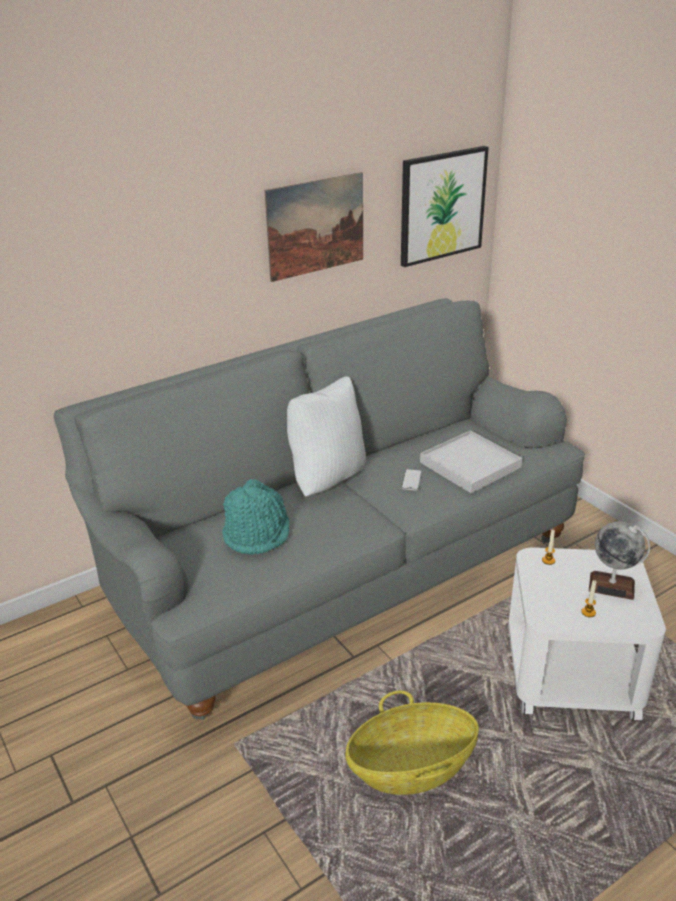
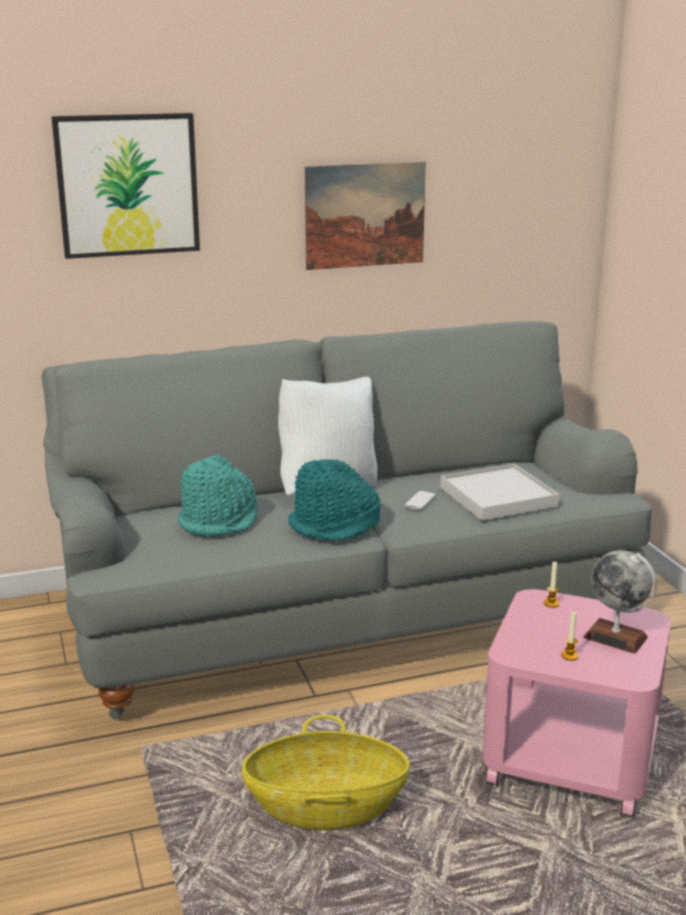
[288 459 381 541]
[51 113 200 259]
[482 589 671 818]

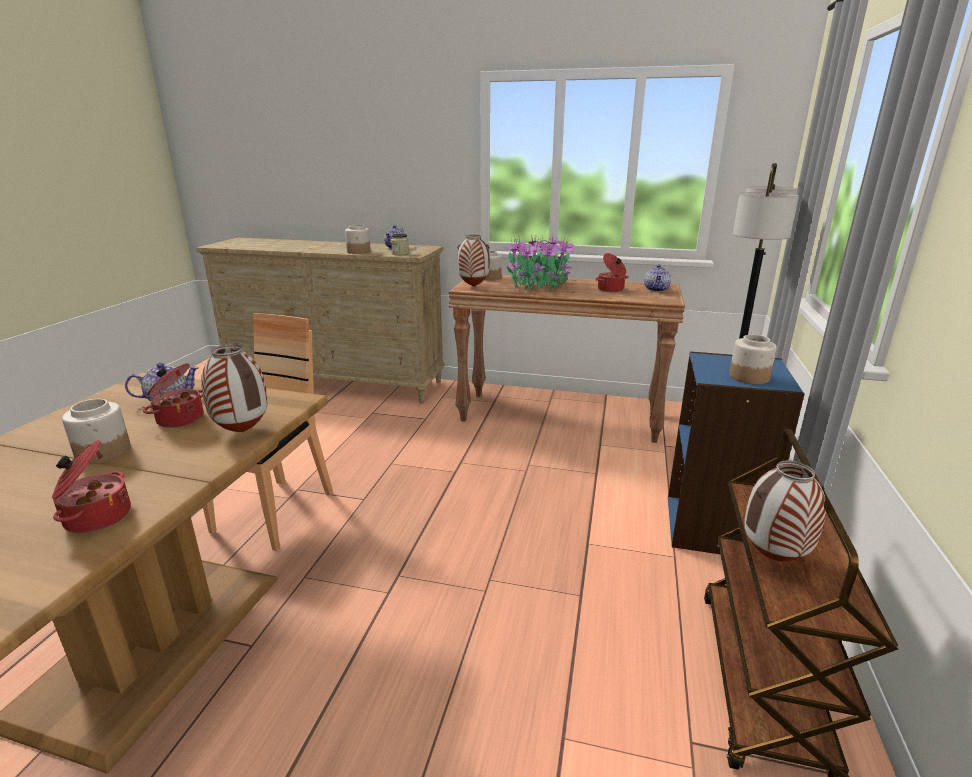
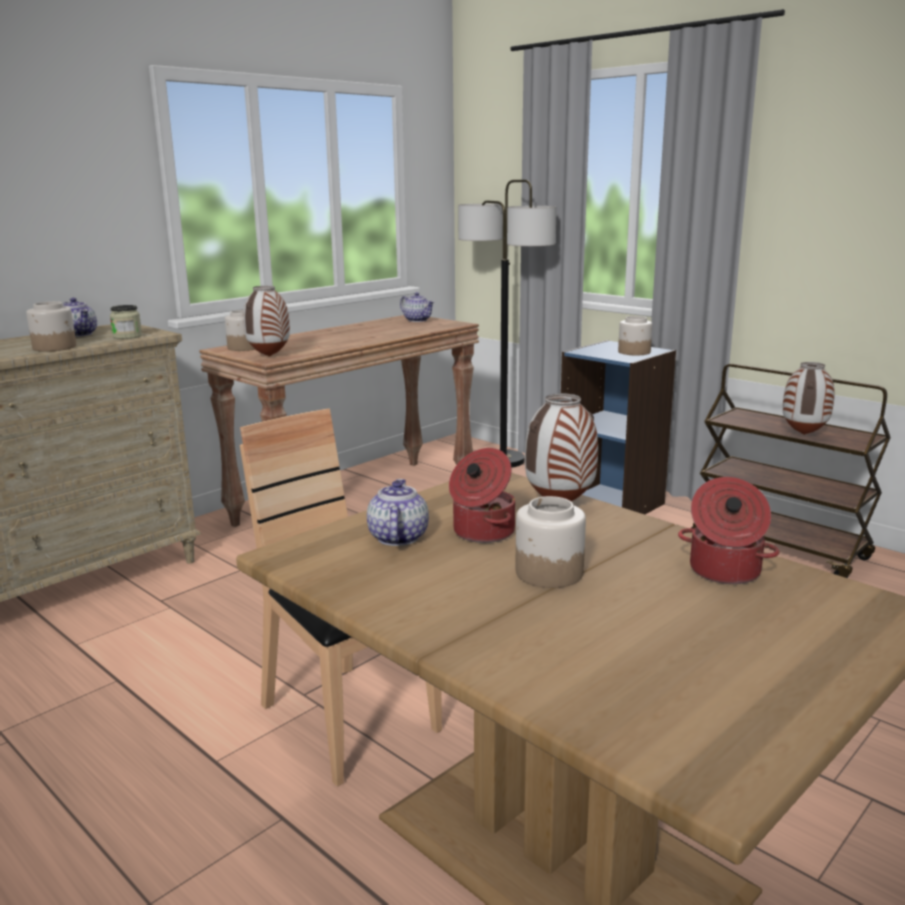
[503 234 575 291] (first image)
[595 253 629 292] (first image)

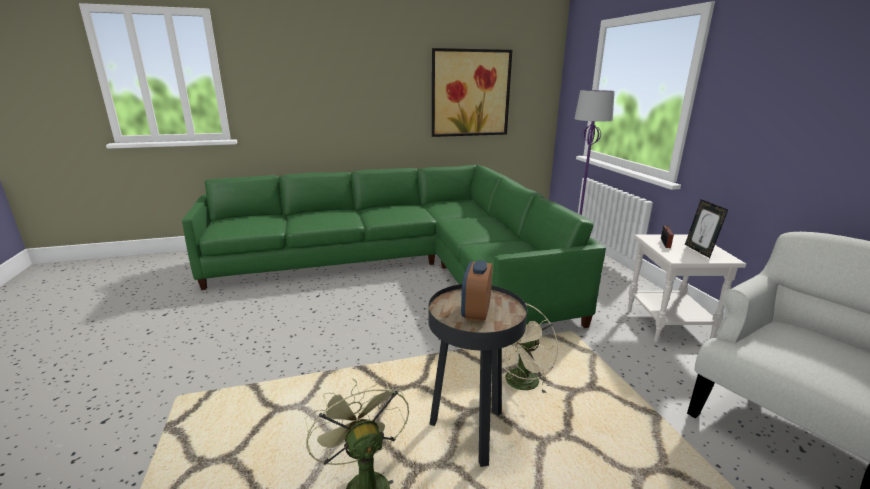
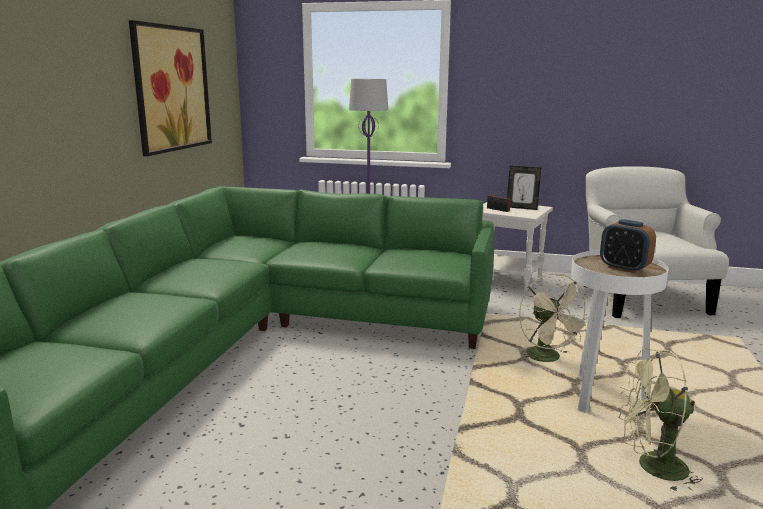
[571 250 669 413]

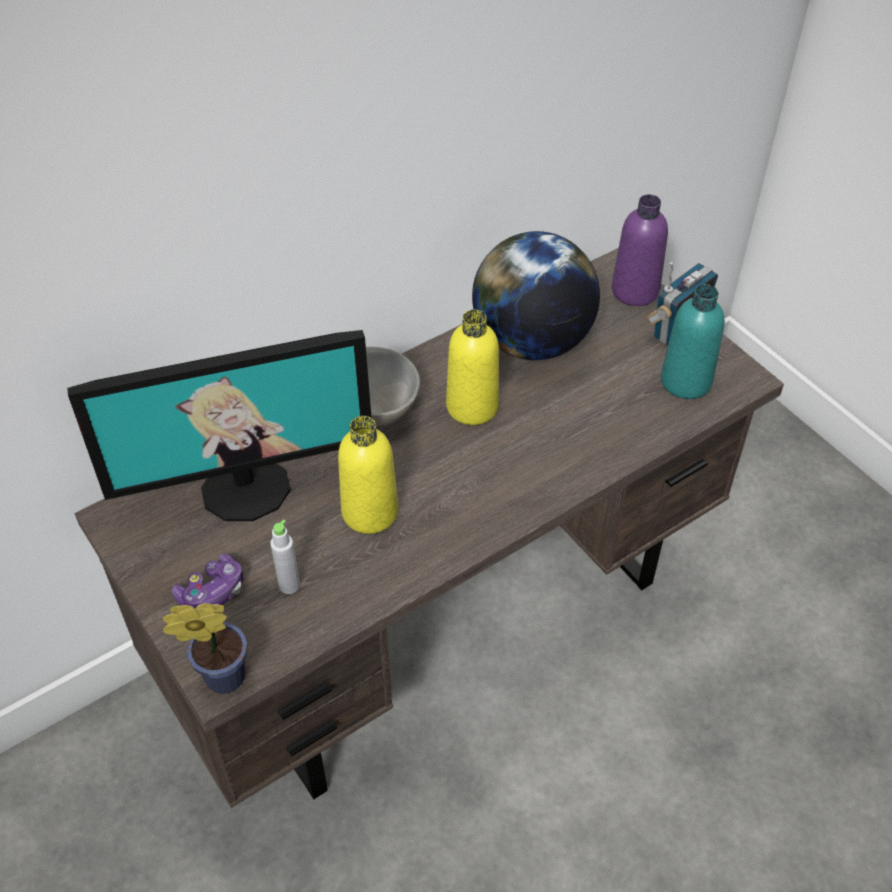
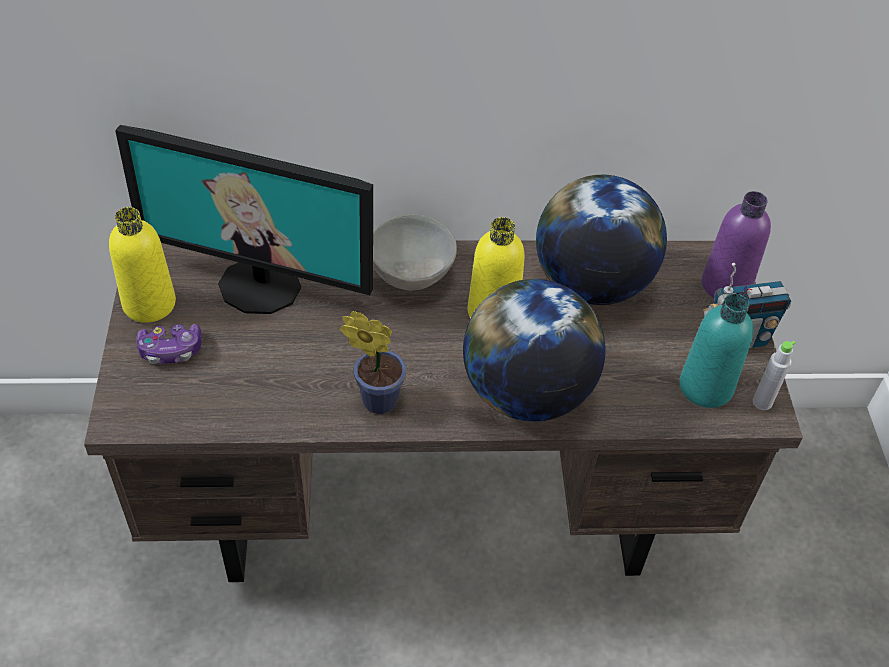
[463 279 606 421]
[340 311 406 414]
[753 341 795 410]
[109 207 176 323]

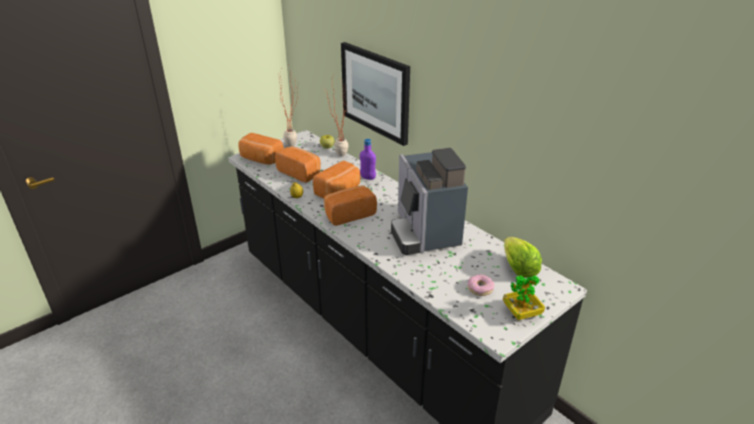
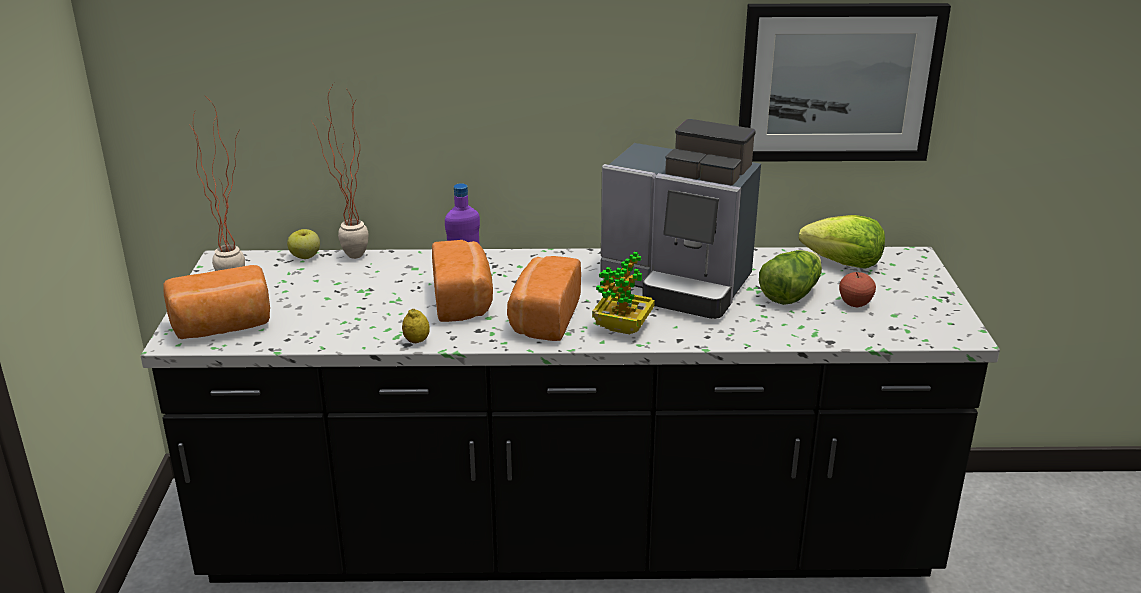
[275 146 321 183] (first image)
[759 250 822 305]
[739 3 951 162]
[592 252 655 334]
[839 272 876 307]

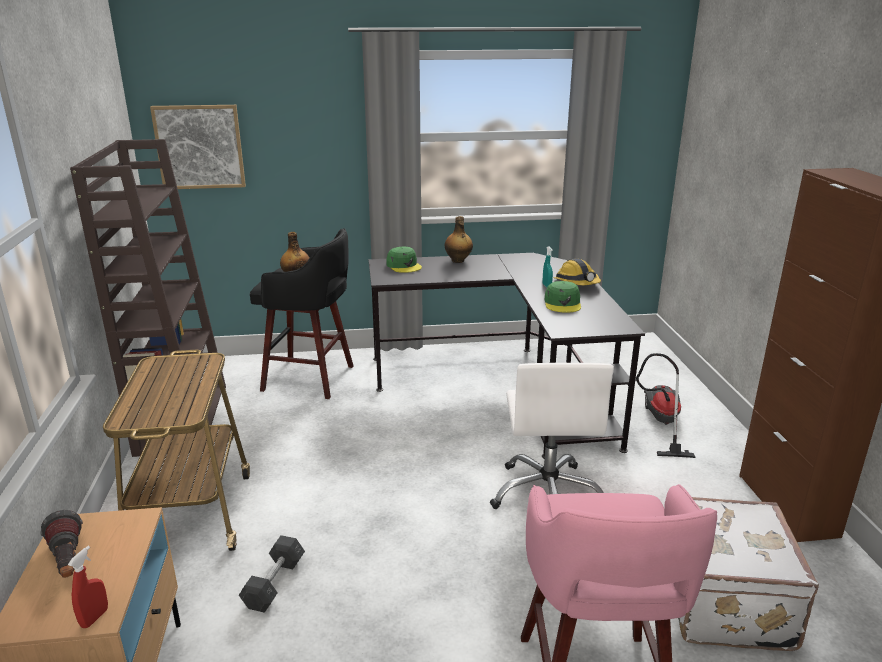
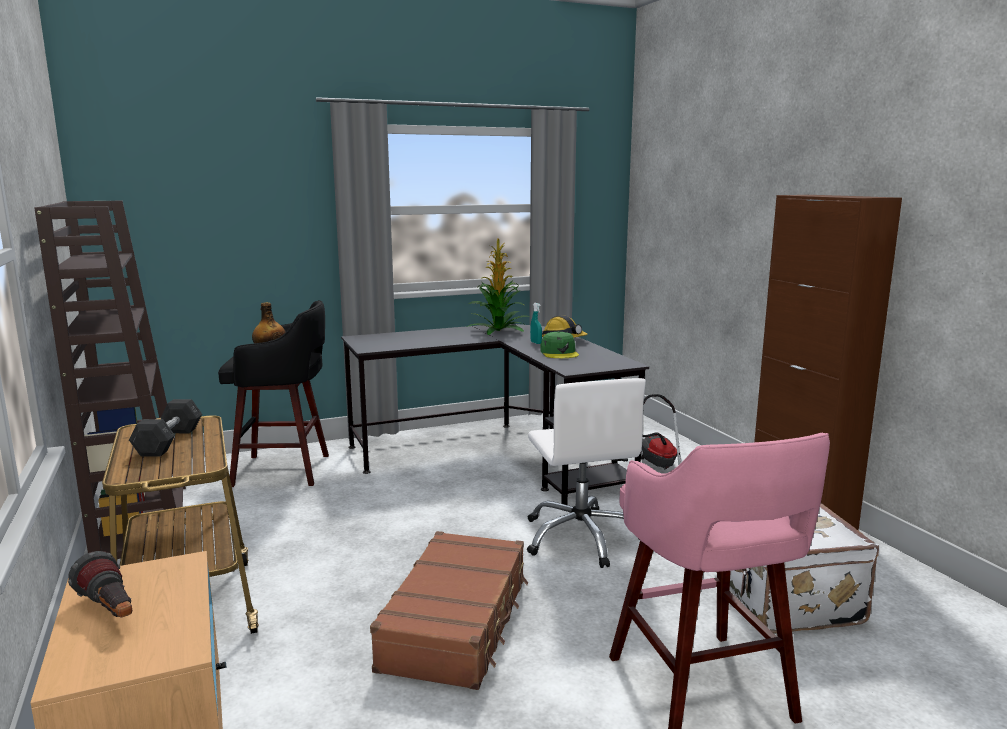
[68 546 108 628] (first image)
[150 105 246 189] (first image)
[386 246 422 273] (first image)
[445 216 473 263] (first image)
[370 531 528 690]
[467 238 531 335]
[129 399 202 457]

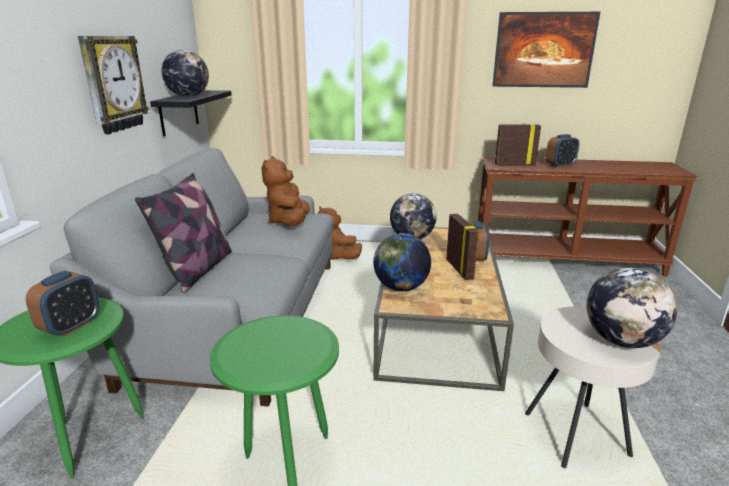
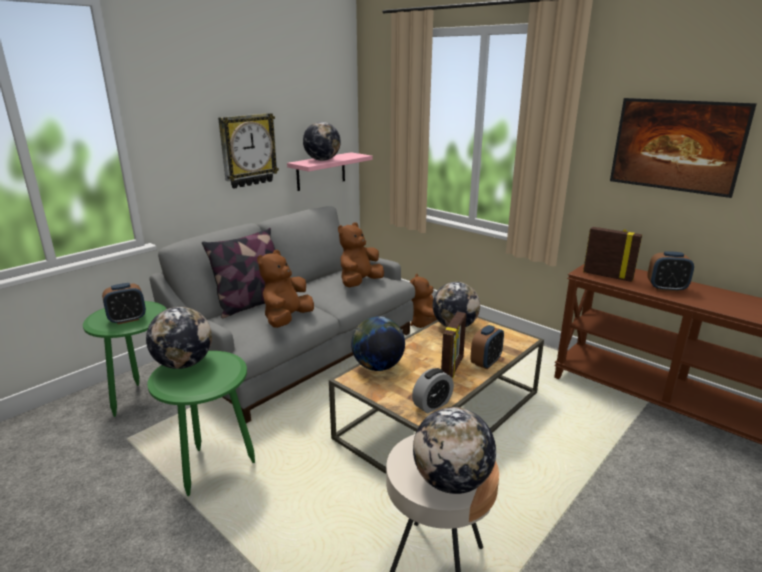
[146 307 212 369]
[257 250 314 328]
[412 368 454 413]
[287 152 372 191]

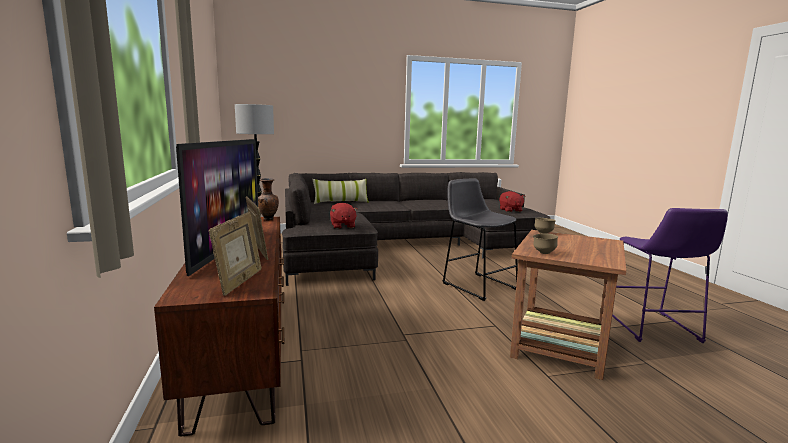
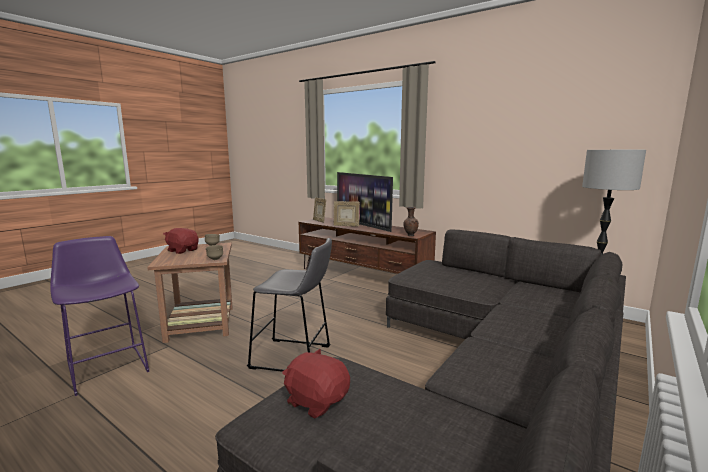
[313 179 369 204] (first image)
[163 228 199 254]

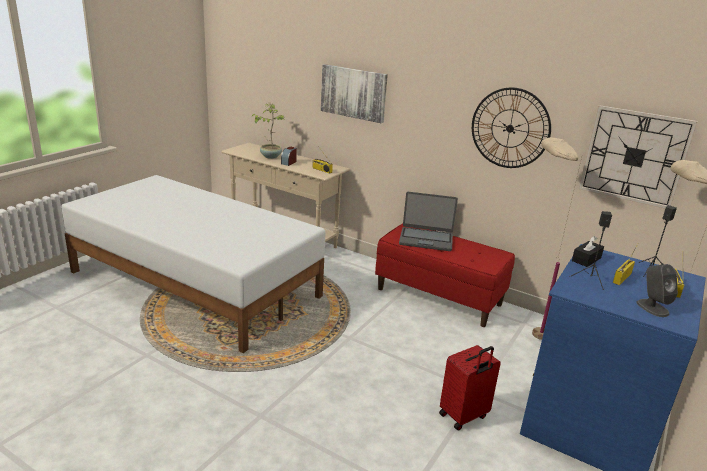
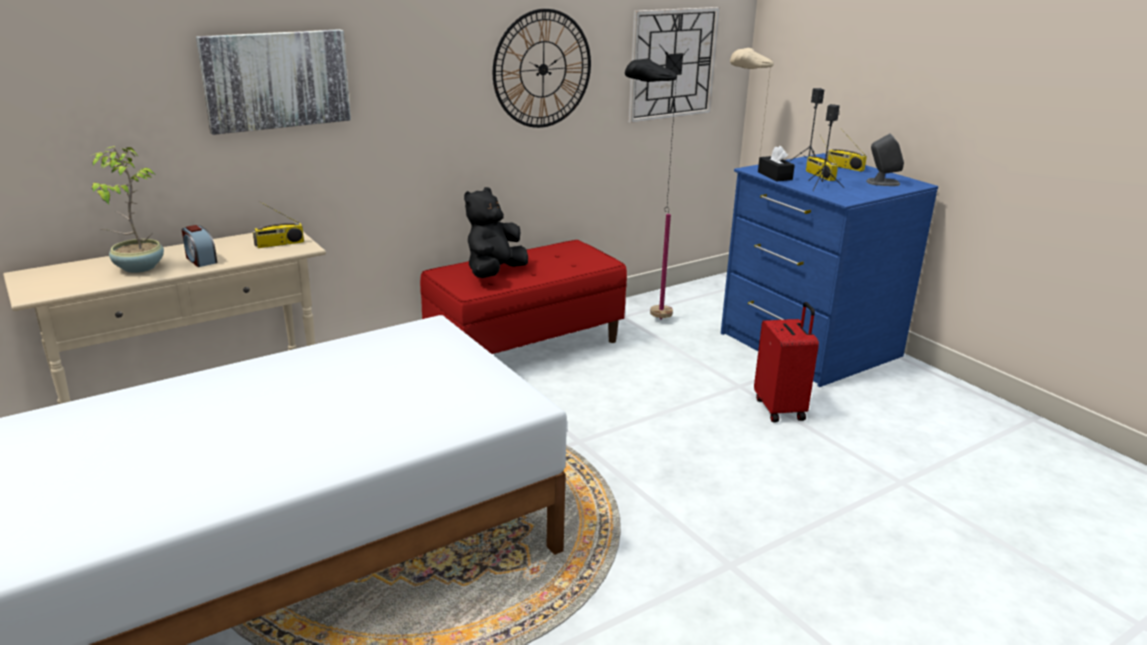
[464 187 528 278]
[625 58 677 320]

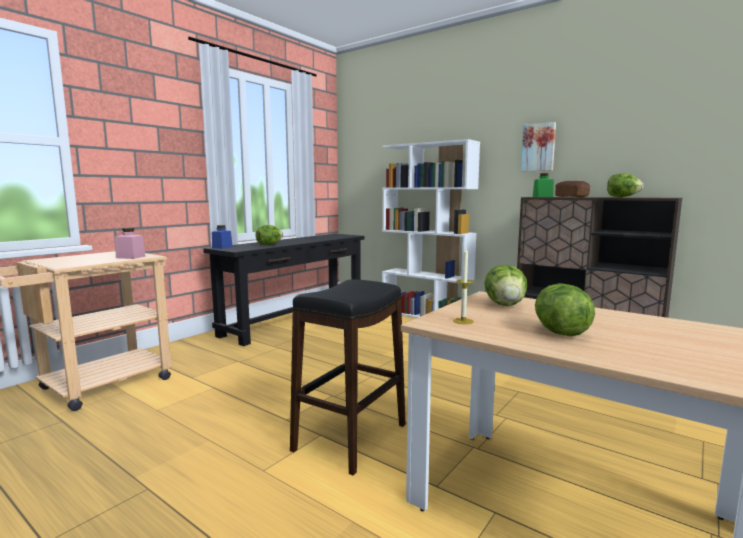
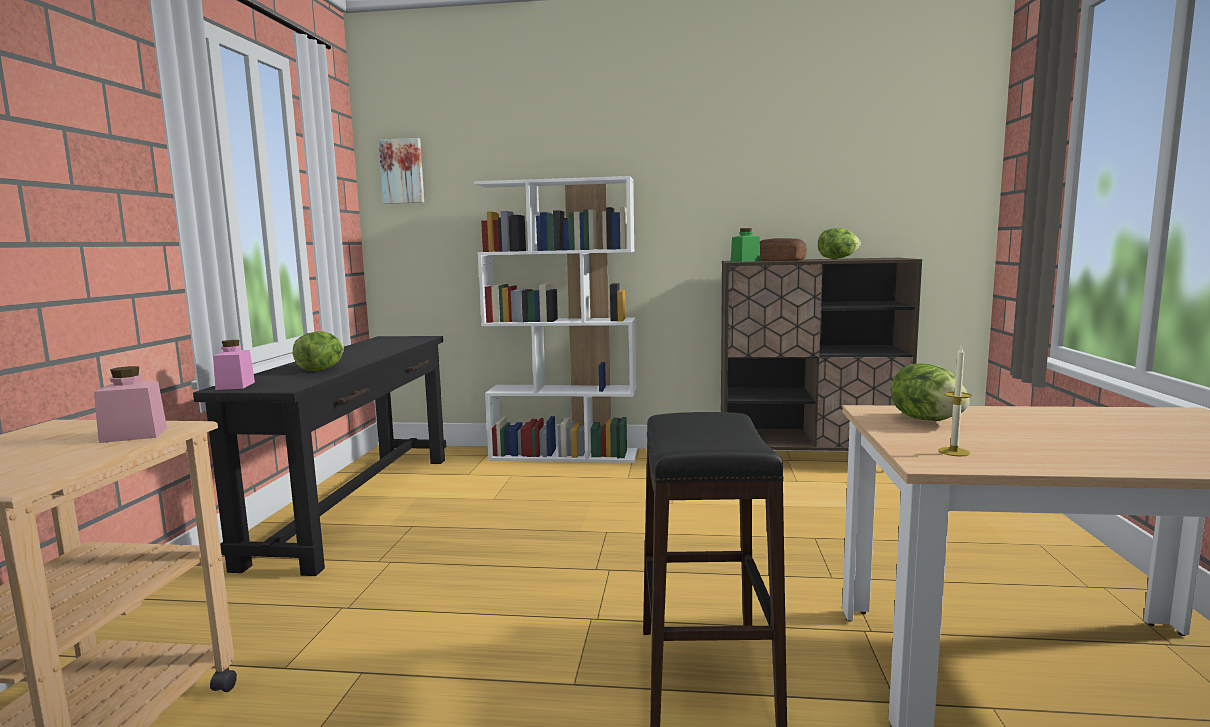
[535 283 595 336] (first image)
[378 138 424 204]
[213 340 255 390]

